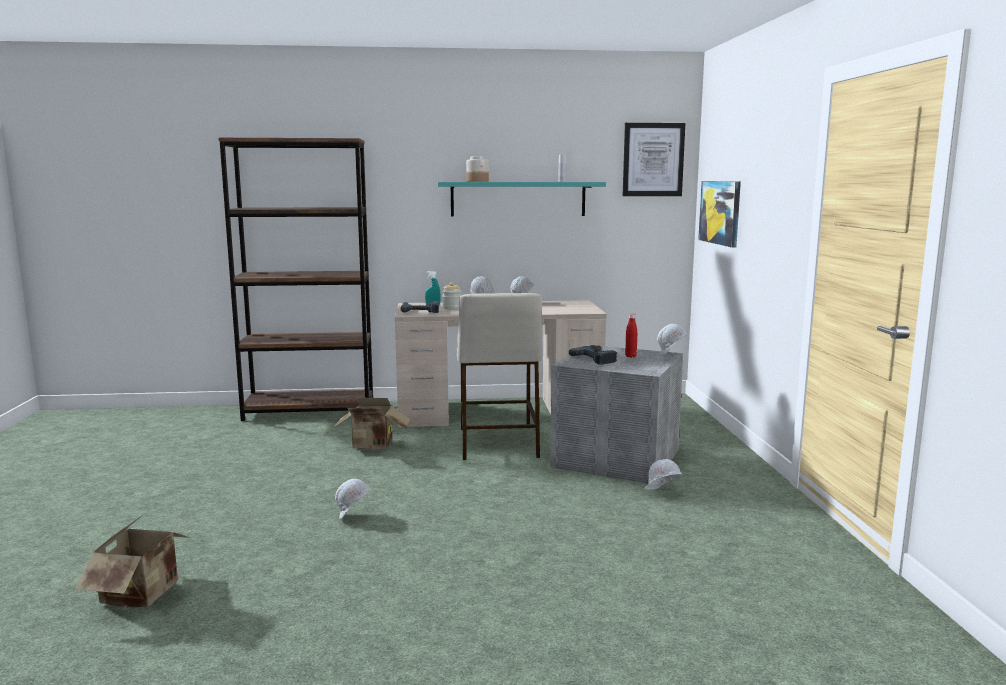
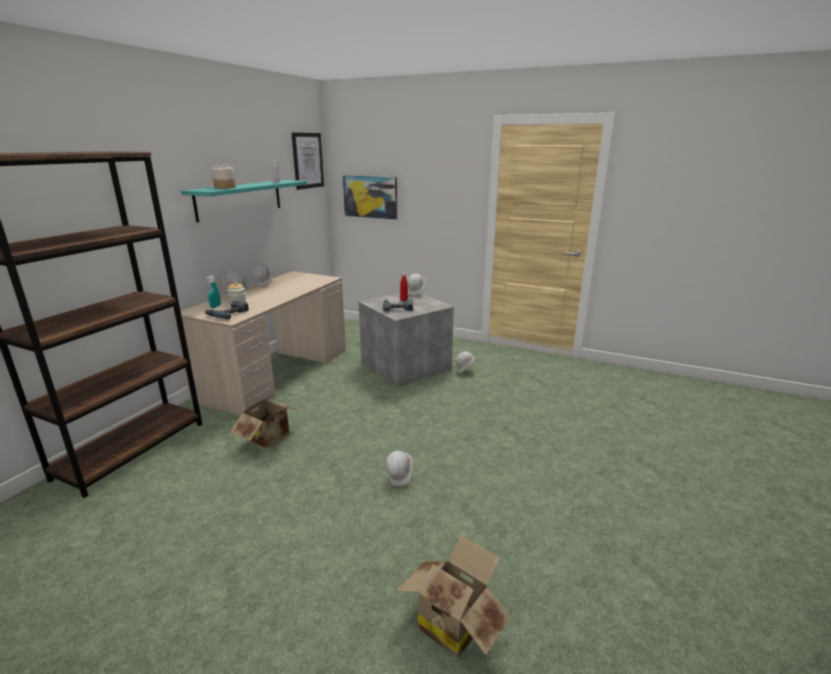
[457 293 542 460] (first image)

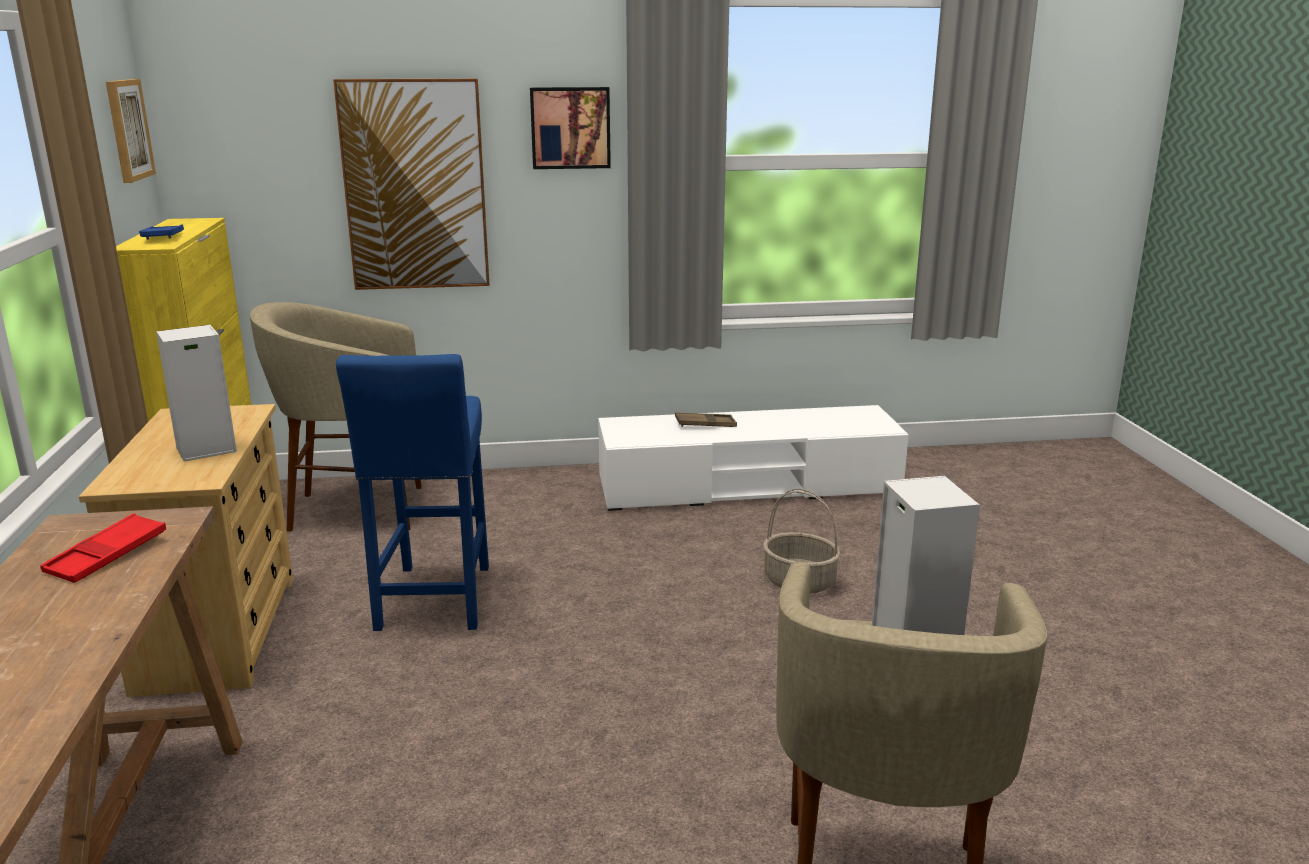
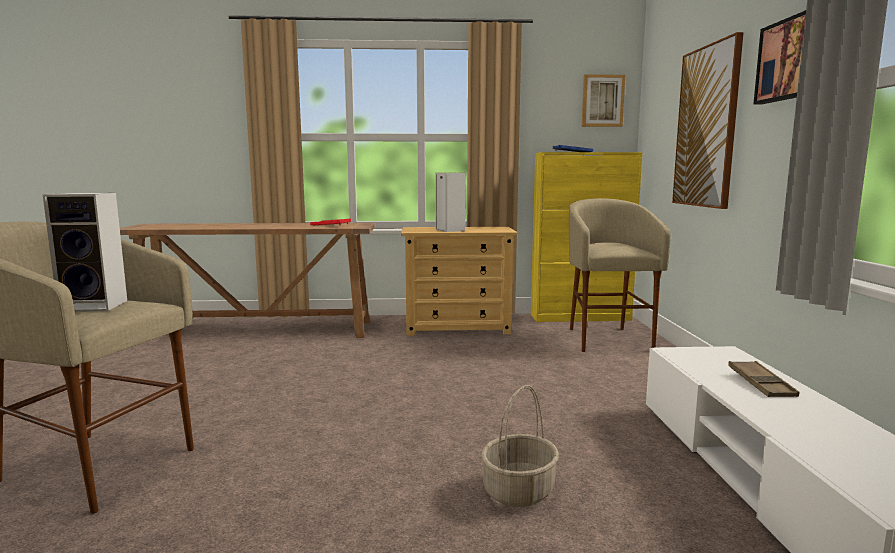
[336 354 489 631] (first image)

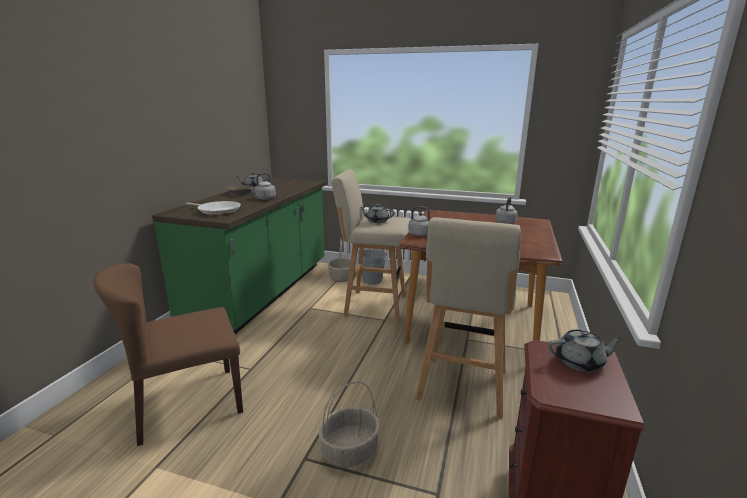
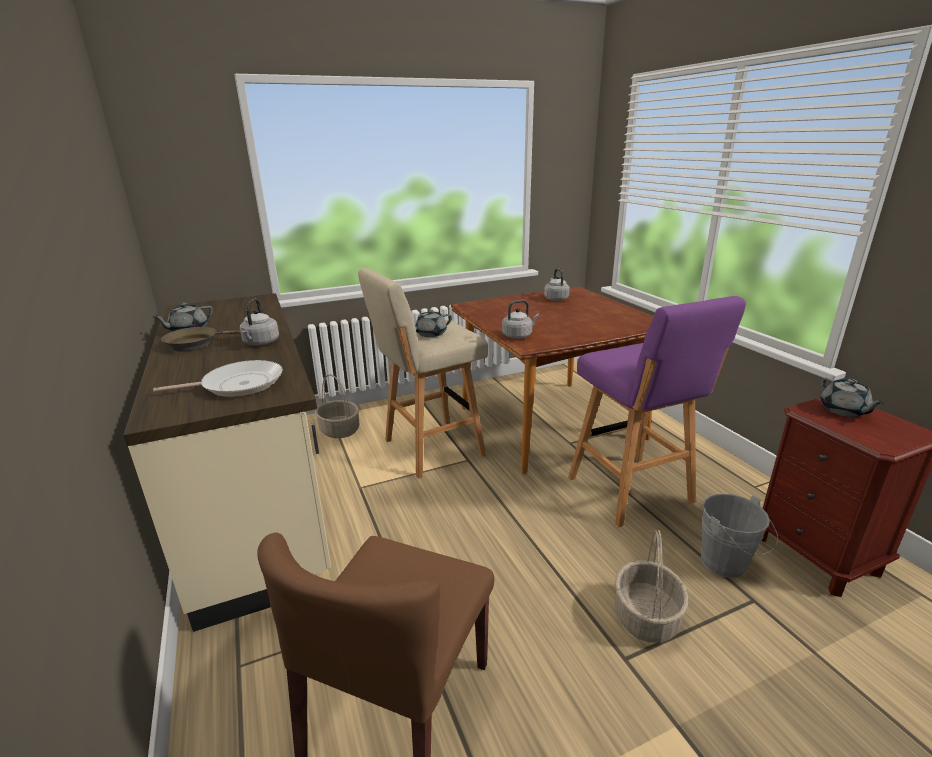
[701 494 778 578]
[124 293 331 632]
[568 296 746 527]
[820 378 884 417]

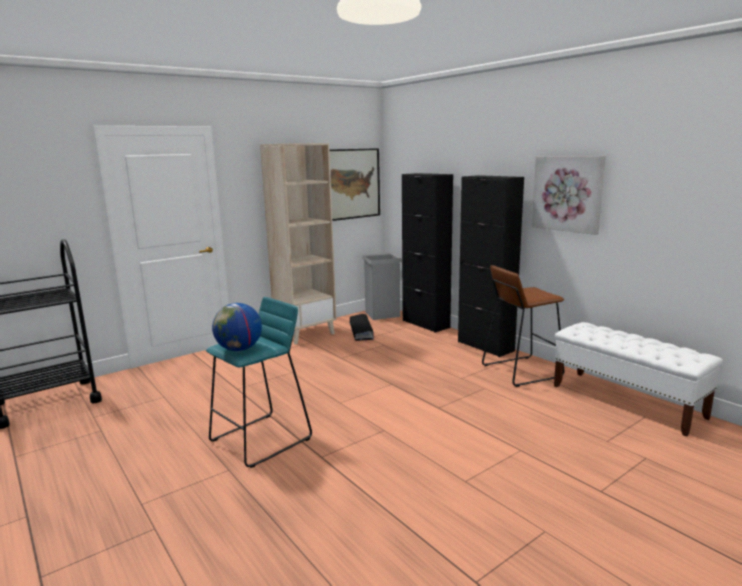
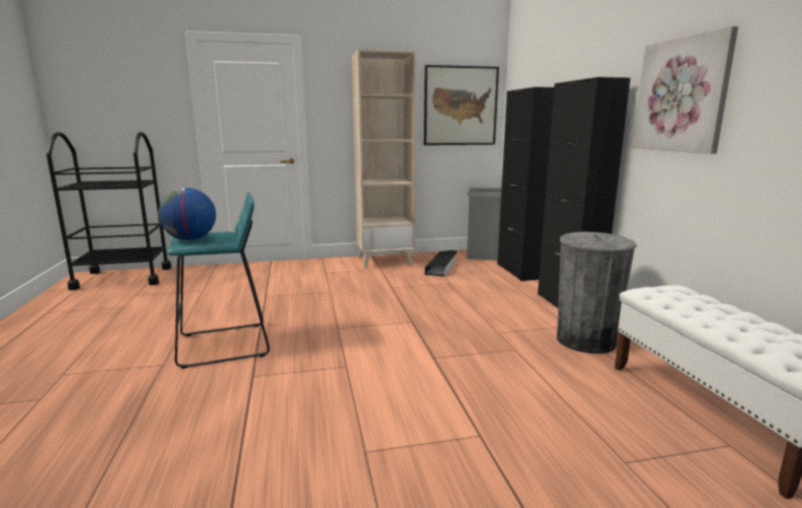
[557 232 637 354]

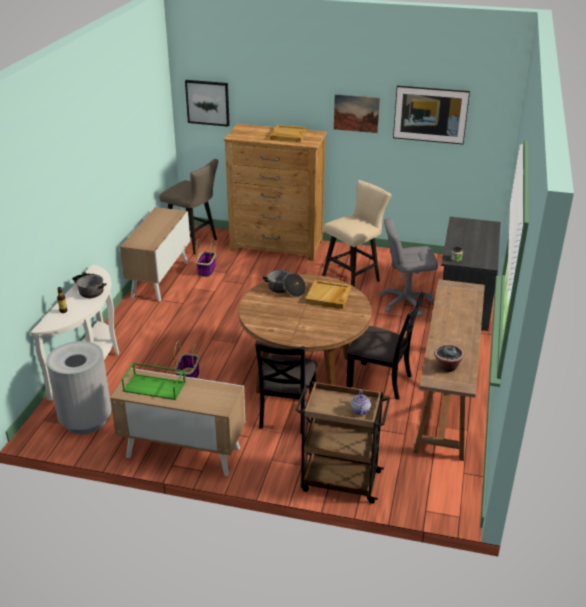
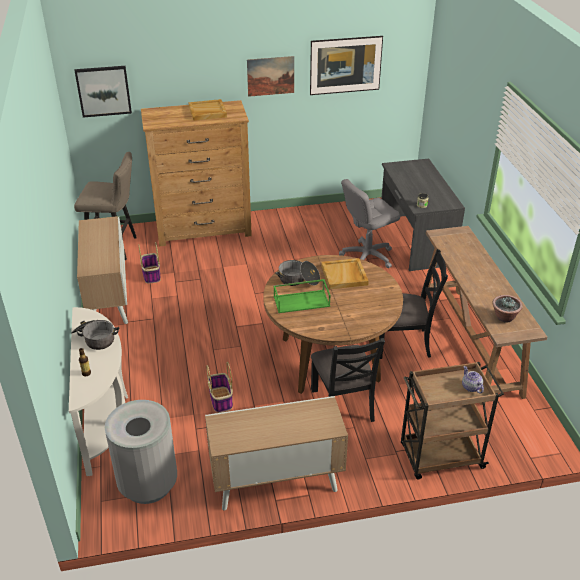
[322 180 392 287] (first image)
[273 279 330 313]

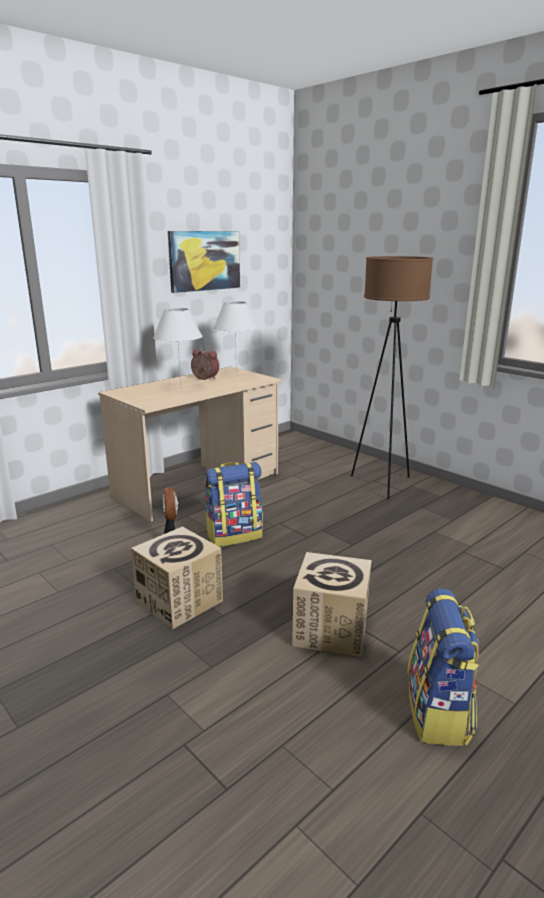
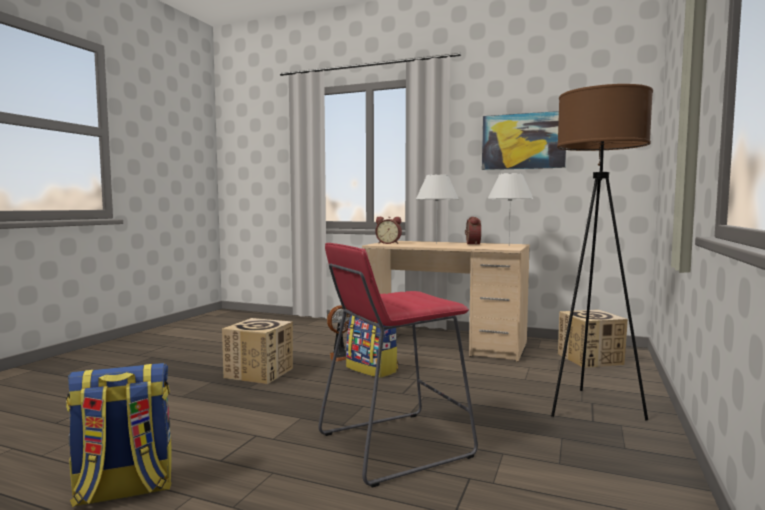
[318 243 478 488]
[376 217 402 244]
[558 310 628 368]

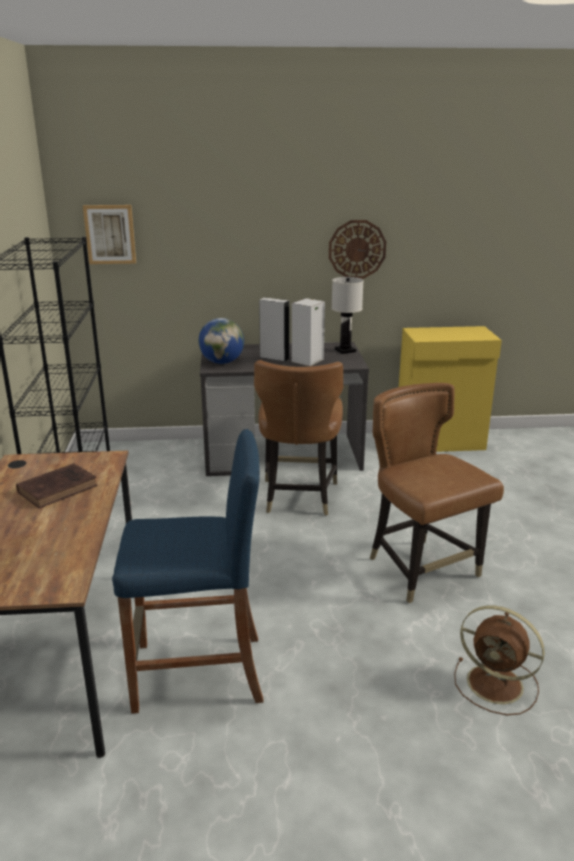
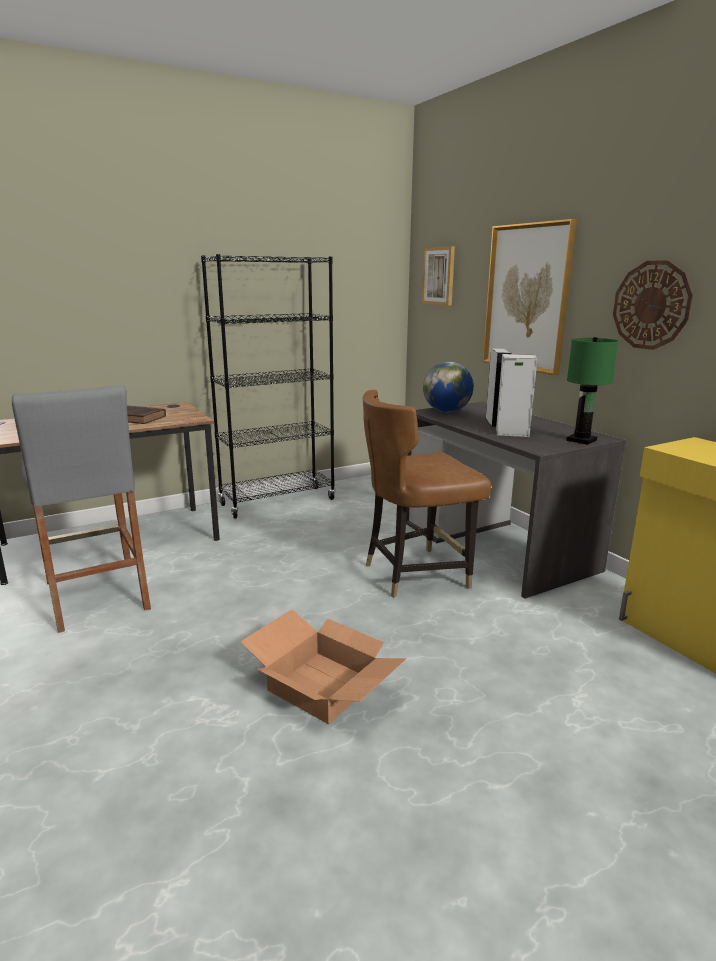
[454 606 545 715] (first image)
[483 219 577 375]
[240 609 407 724]
[12 385 151 633]
[566 337 619 445]

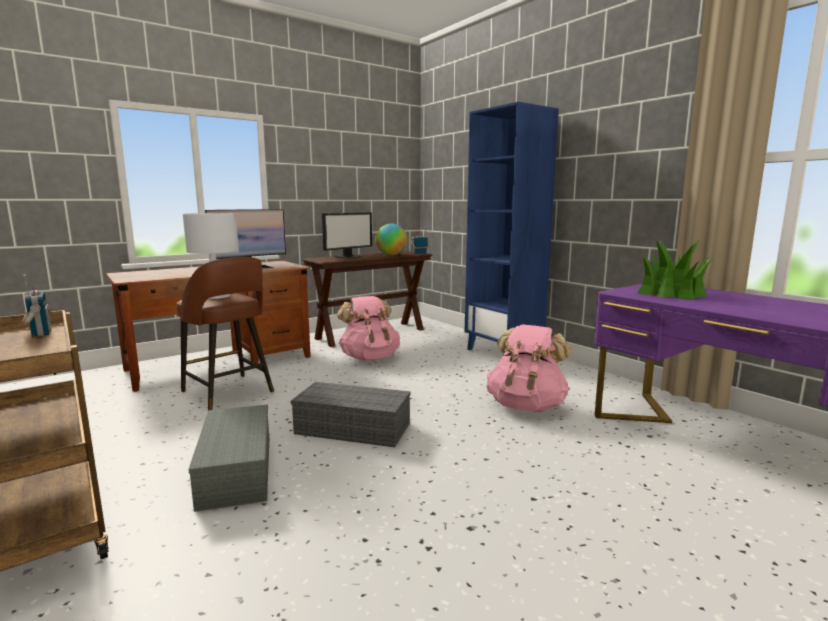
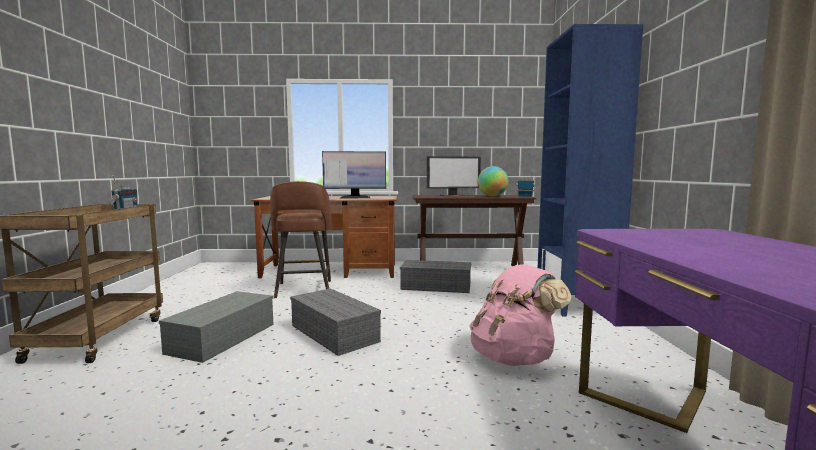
[183 213 237 299] (first image)
[637 240 711 300] (first image)
[400 260 471 293]

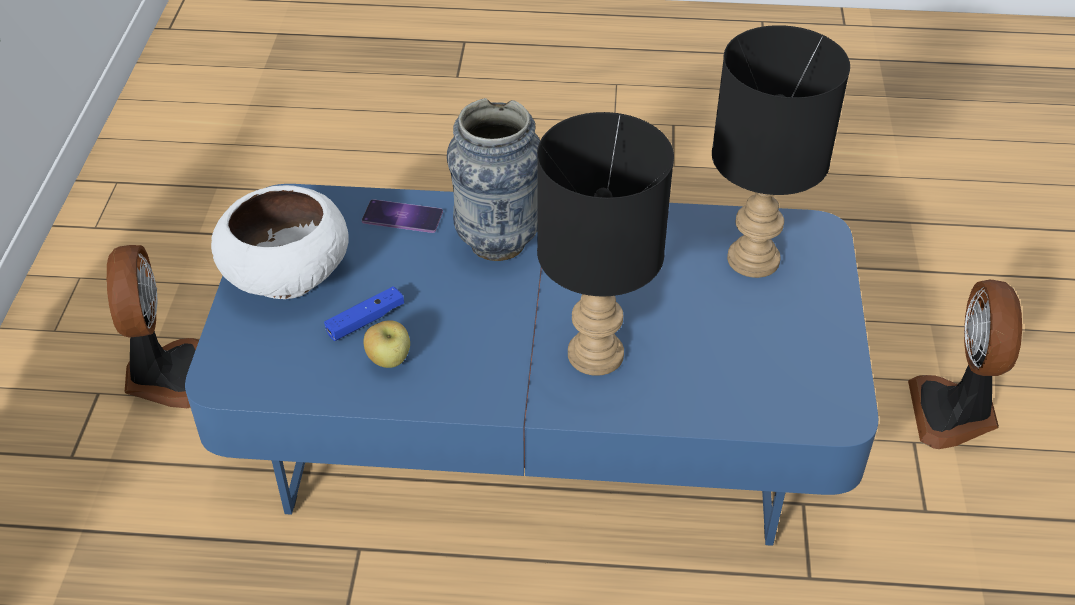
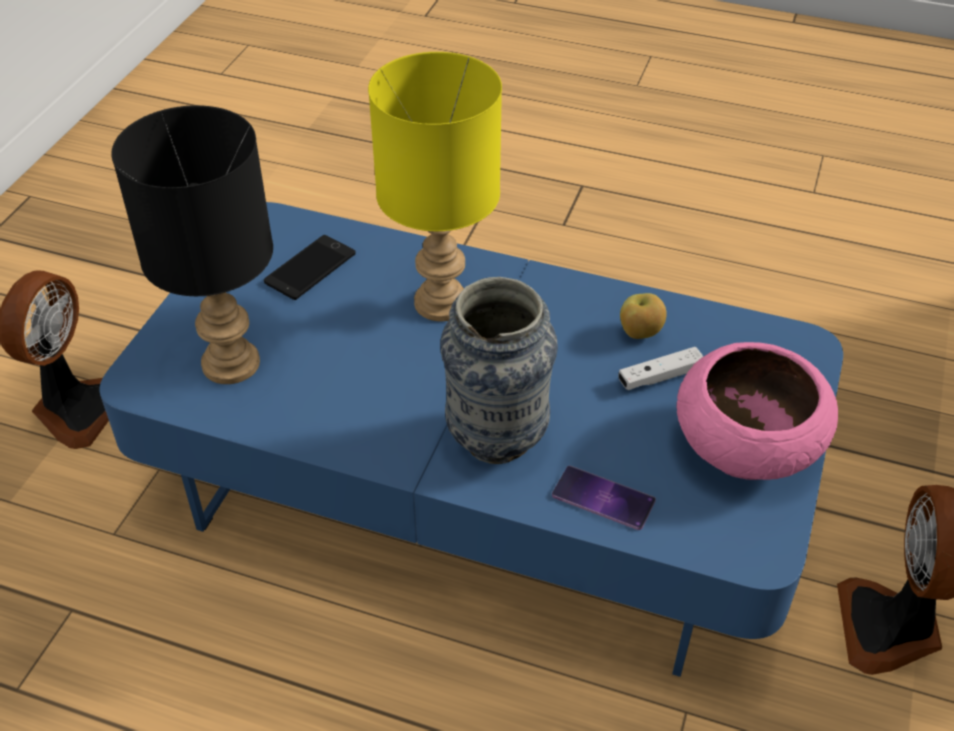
[264 235 356 300]
[677 342 838 480]
[618 347 704 390]
[368 52 502 321]

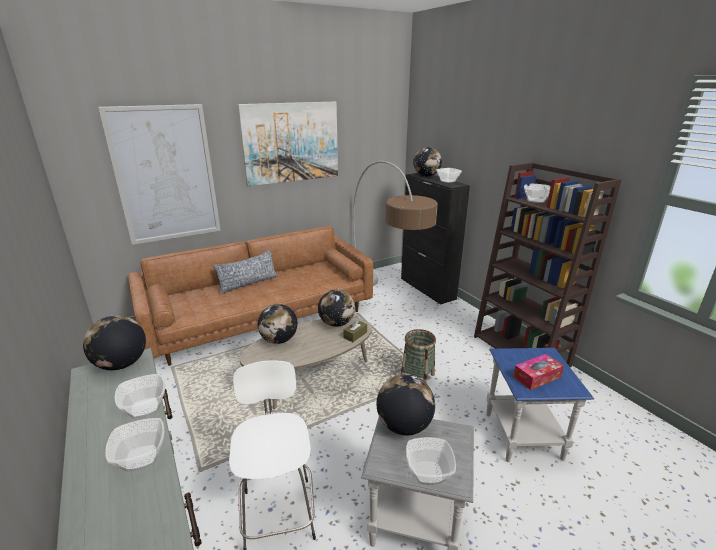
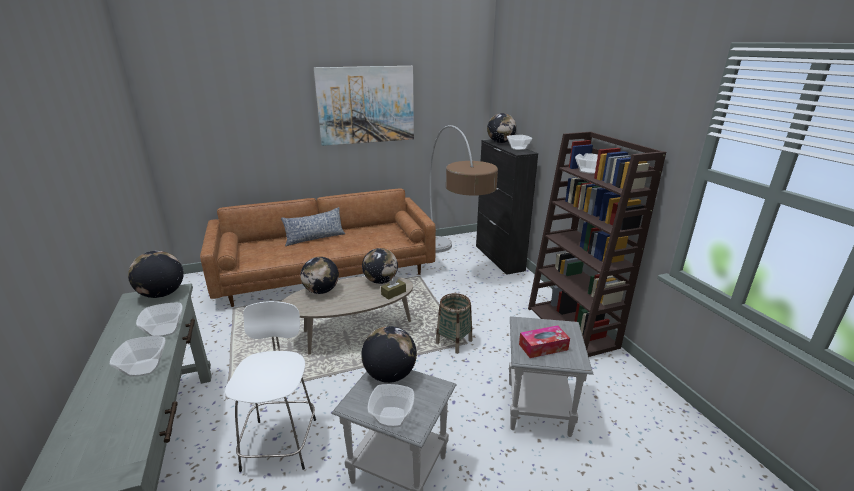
[98 104 221 245] (first image)
[509 316 593 437]

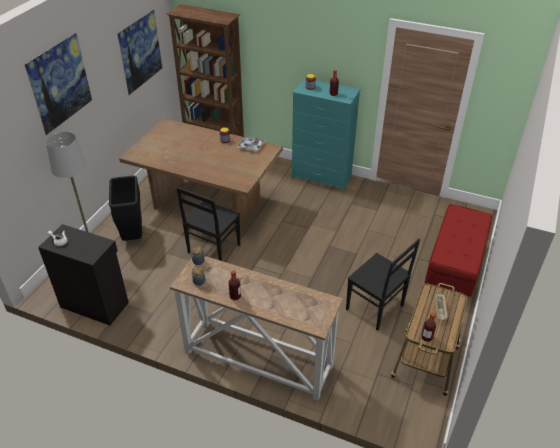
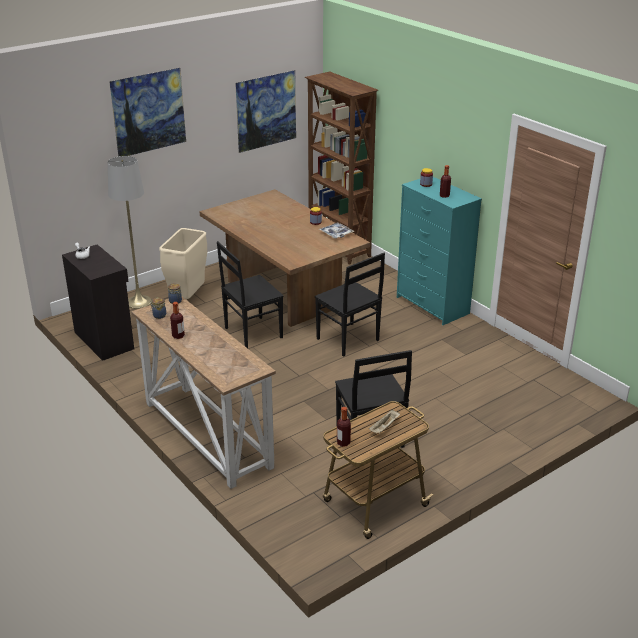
[425 204 492 297] (first image)
[315 253 385 357]
[159 228 207 299]

